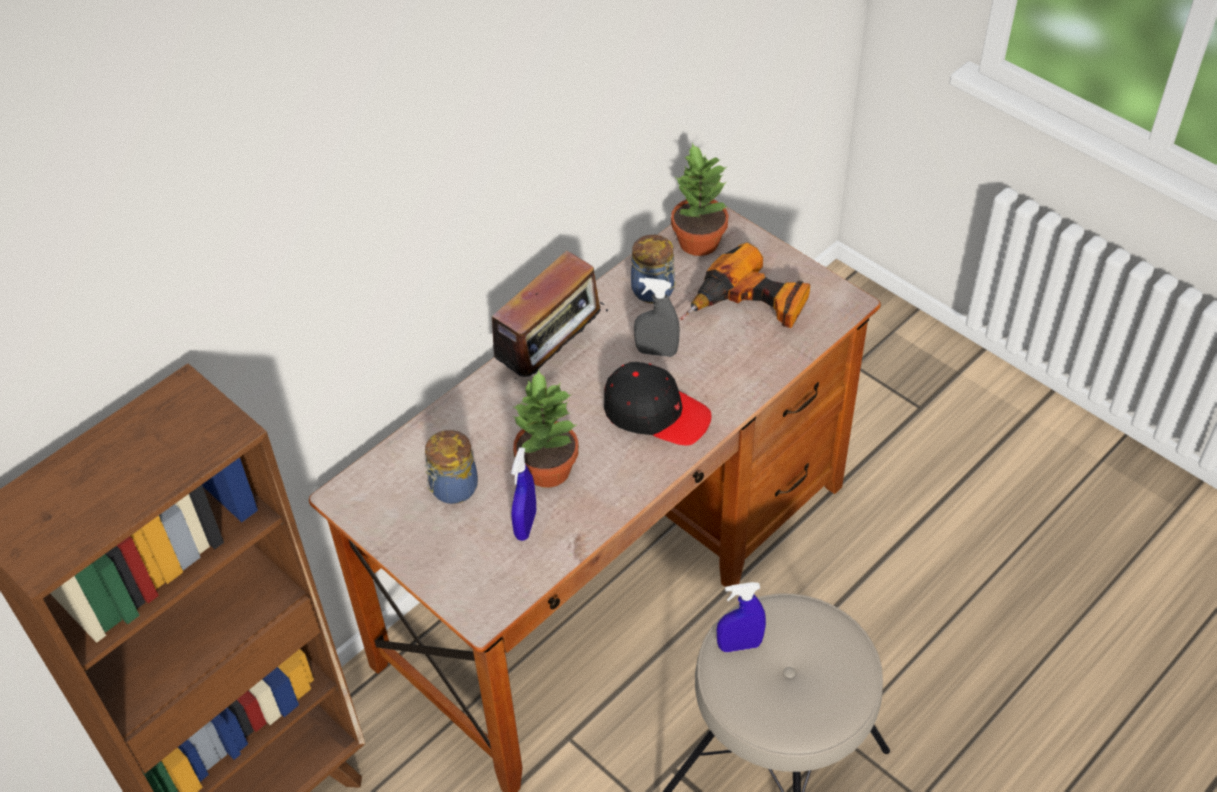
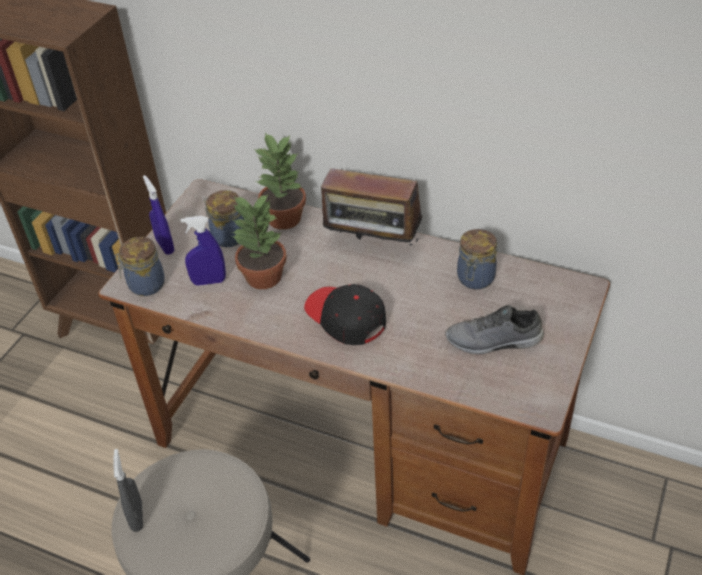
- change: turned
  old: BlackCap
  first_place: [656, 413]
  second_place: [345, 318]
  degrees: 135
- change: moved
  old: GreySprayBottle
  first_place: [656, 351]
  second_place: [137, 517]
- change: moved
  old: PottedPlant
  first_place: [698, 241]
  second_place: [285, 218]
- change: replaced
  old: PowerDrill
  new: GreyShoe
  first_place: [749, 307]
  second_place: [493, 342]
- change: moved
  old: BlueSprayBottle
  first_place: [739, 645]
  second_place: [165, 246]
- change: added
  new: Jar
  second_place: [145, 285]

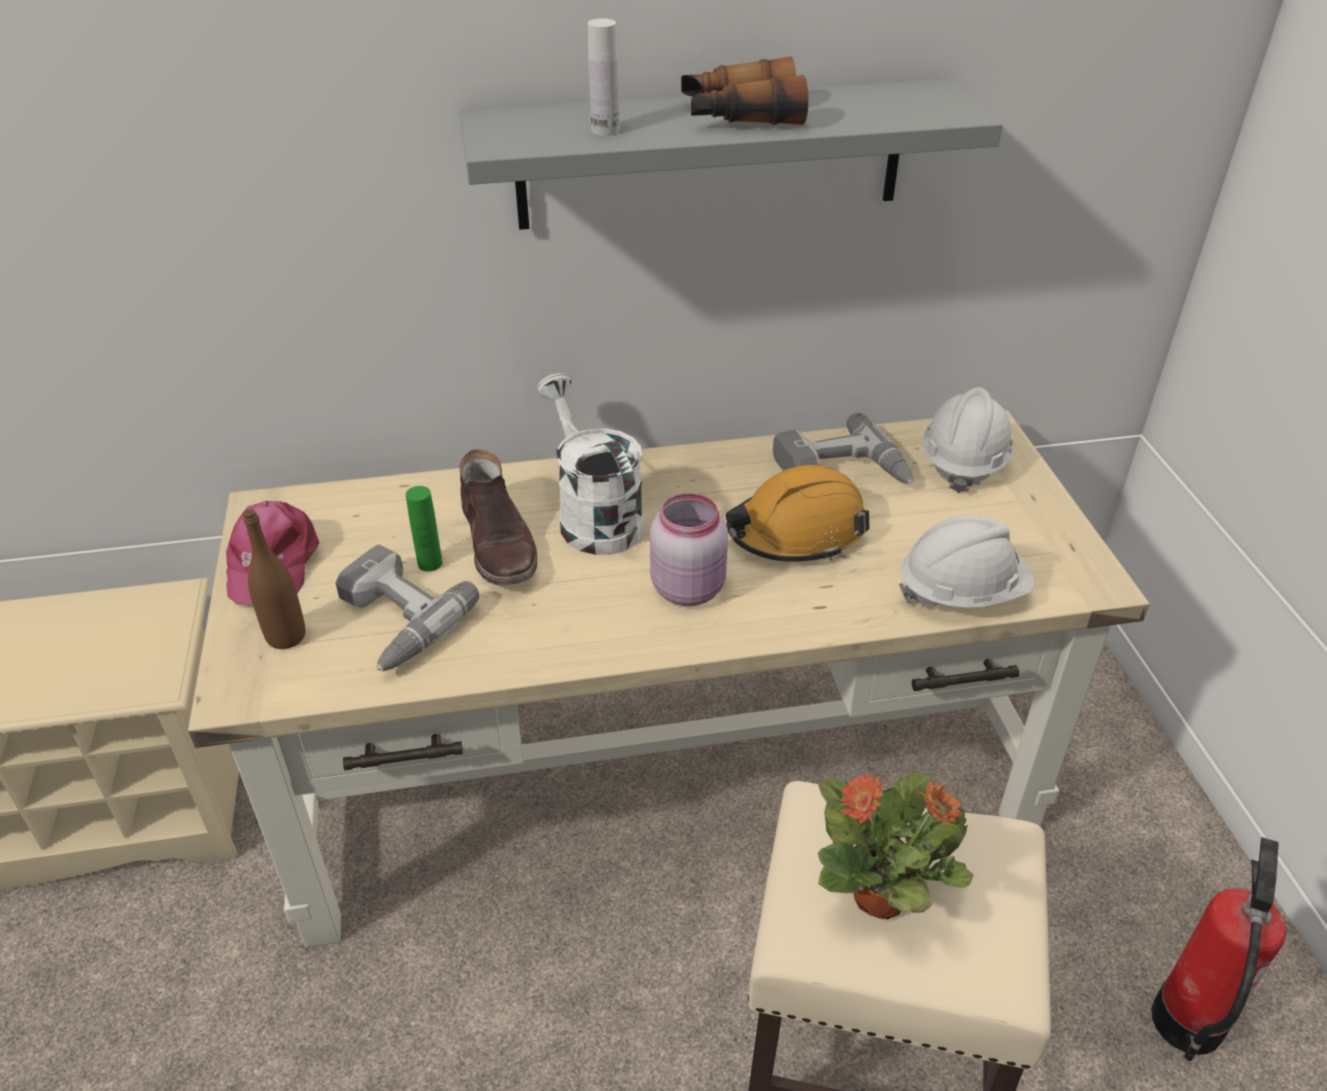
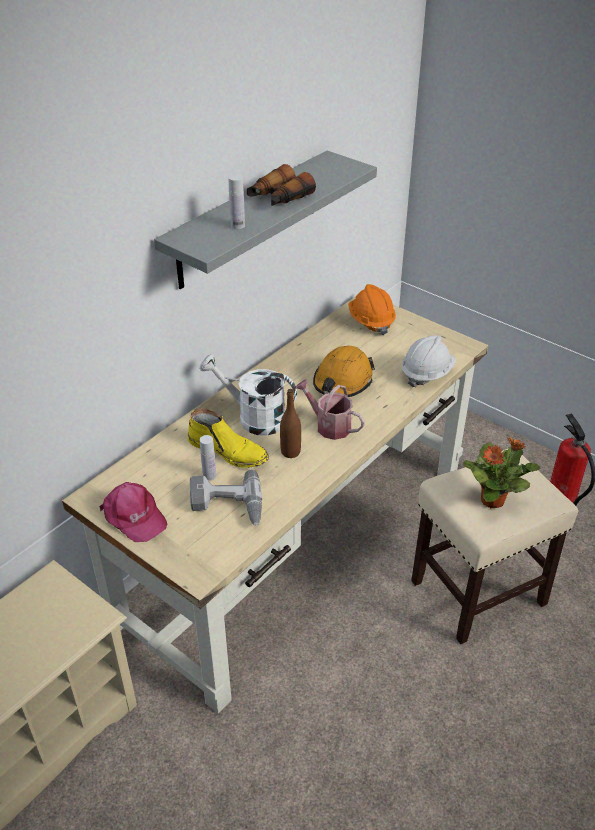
- change: moved
  old: BrownBottle
  first_place: [286, 636]
  second_place: [290, 452]
- change: recoloured
  old: GreenBottle
  new: WhiteBottle
  first_place: [430, 563]
  second_place: [209, 475]
- change: recoloured
  old: BrownBoot
  new: YellowBoot
  first_place: [499, 543]
  second_place: [229, 451]
- change: replaced
  old: PinkJar
  new: WateringCan
  first_place: [689, 587]
  second_place: [329, 425]
- change: removed
  old: PowerDrill
  first_place: [842, 471]
- change: recoloured
  old: WhiteHardHat
  new: OrangeHardHat
  first_place: [963, 462]
  second_place: [371, 321]

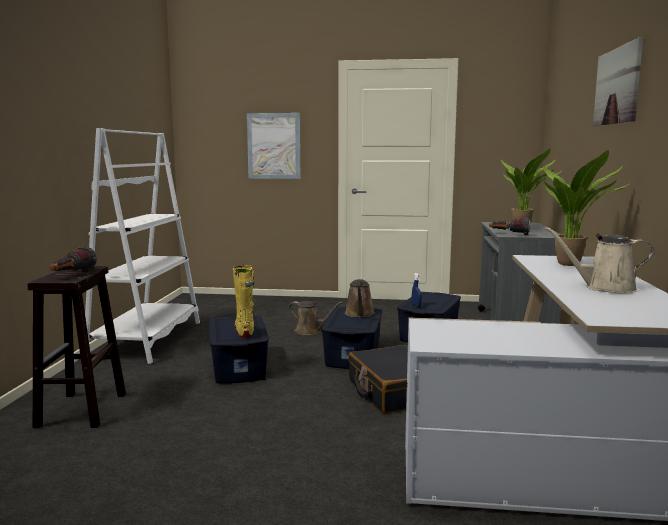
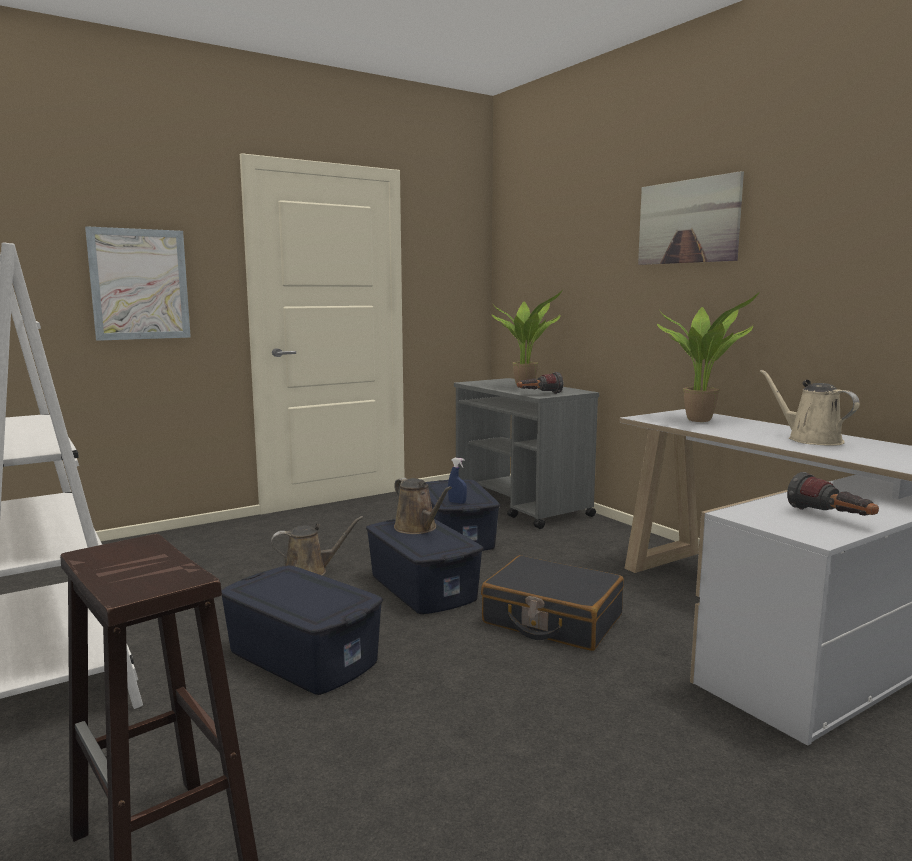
- change: moved
  old: Flashlight
  first_place: [71, 274]
  second_place: [831, 518]
- change: removed
  old: YellowBoot
  first_place: [244, 332]
- change: turned
  old: BeigeWateringCan
  first_place: [604, 288]
  second_place: [810, 440]
  degrees: 90

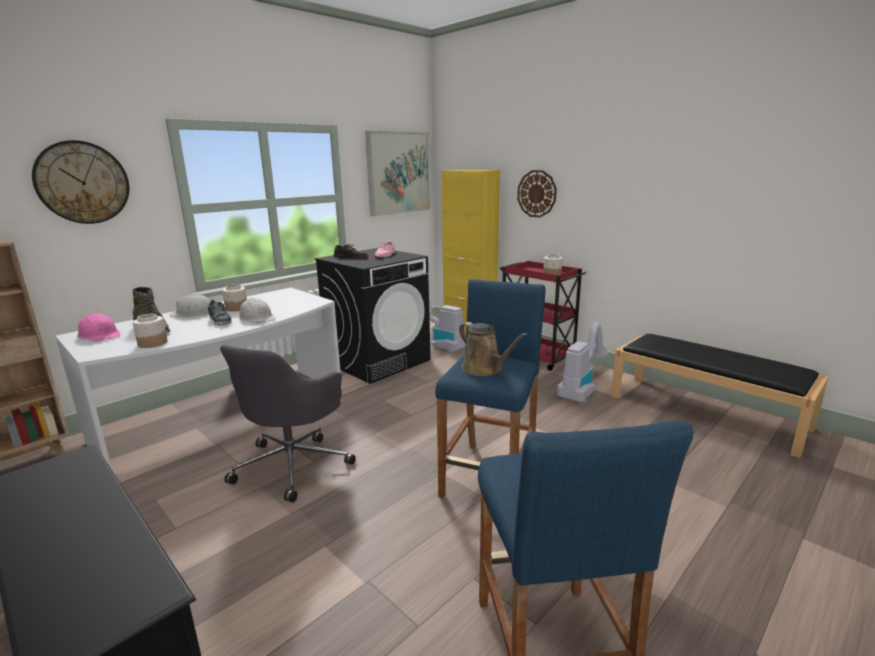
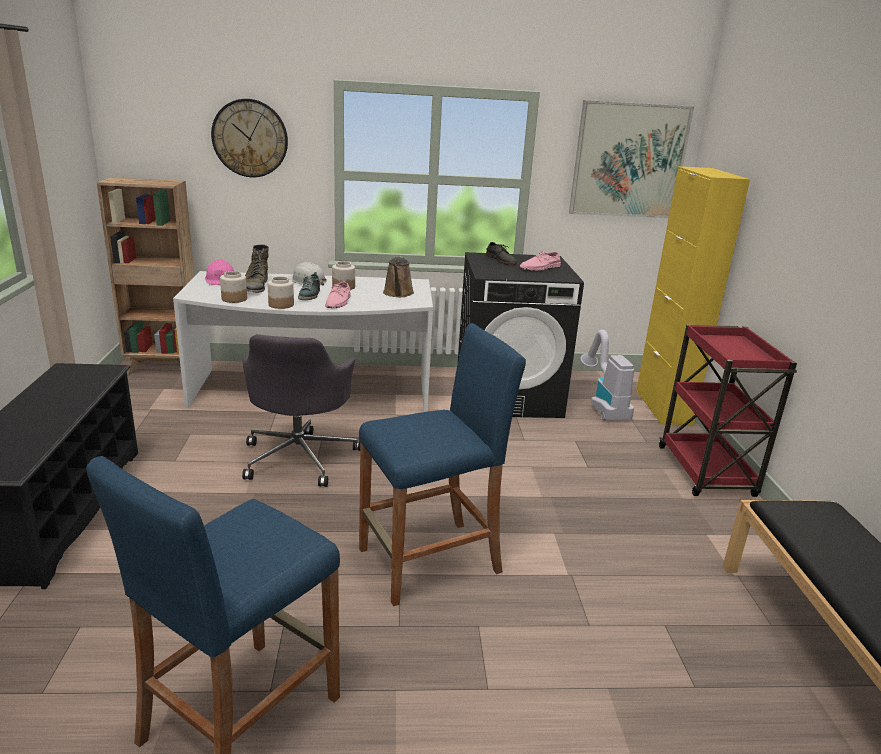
- change: turned
  old: GreyOfficeChair
  first_place: [293, 464]
  second_place: [300, 456]
  degrees: -60
- change: replaced
  old: WhiteHardHat
  new: PinkShoe
  first_place: [257, 318]
  second_place: [338, 302]
- change: moved
  old: BrownWateringCan
  first_place: [485, 369]
  second_place: [398, 293]
- change: removed
  old: WallClock
  first_place: [536, 193]
- change: moved
  old: Jar
  first_place: [552, 274]
  second_place: [281, 305]
- change: removed
  old: VacuumCleaner
  first_place: [581, 388]

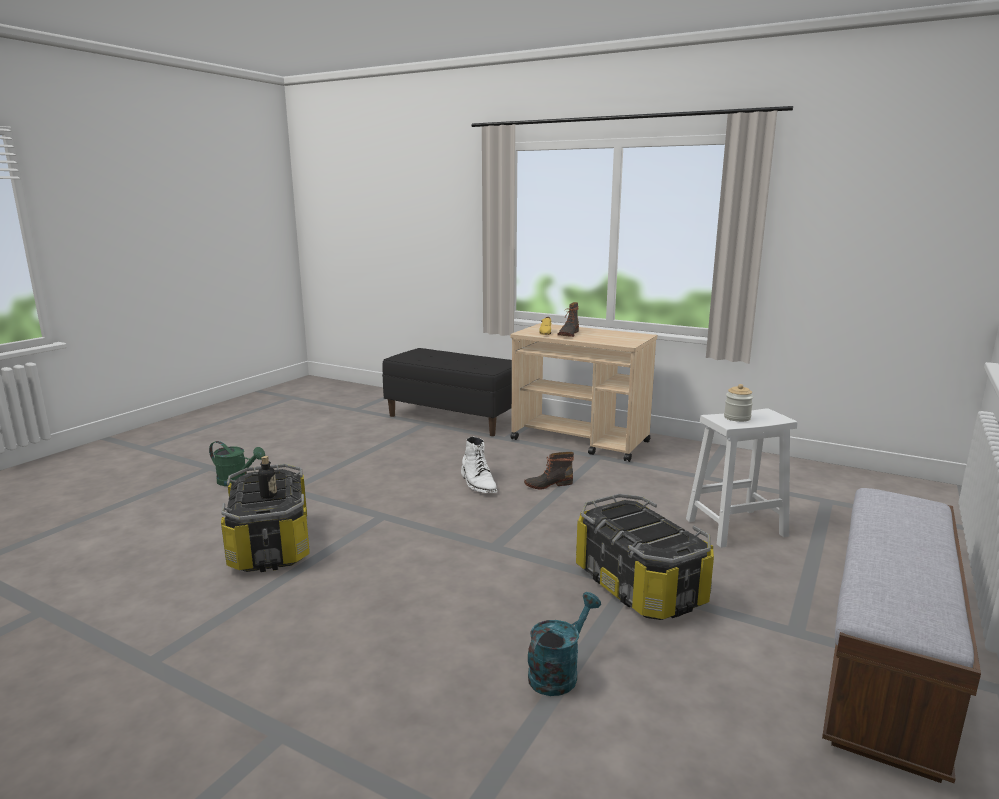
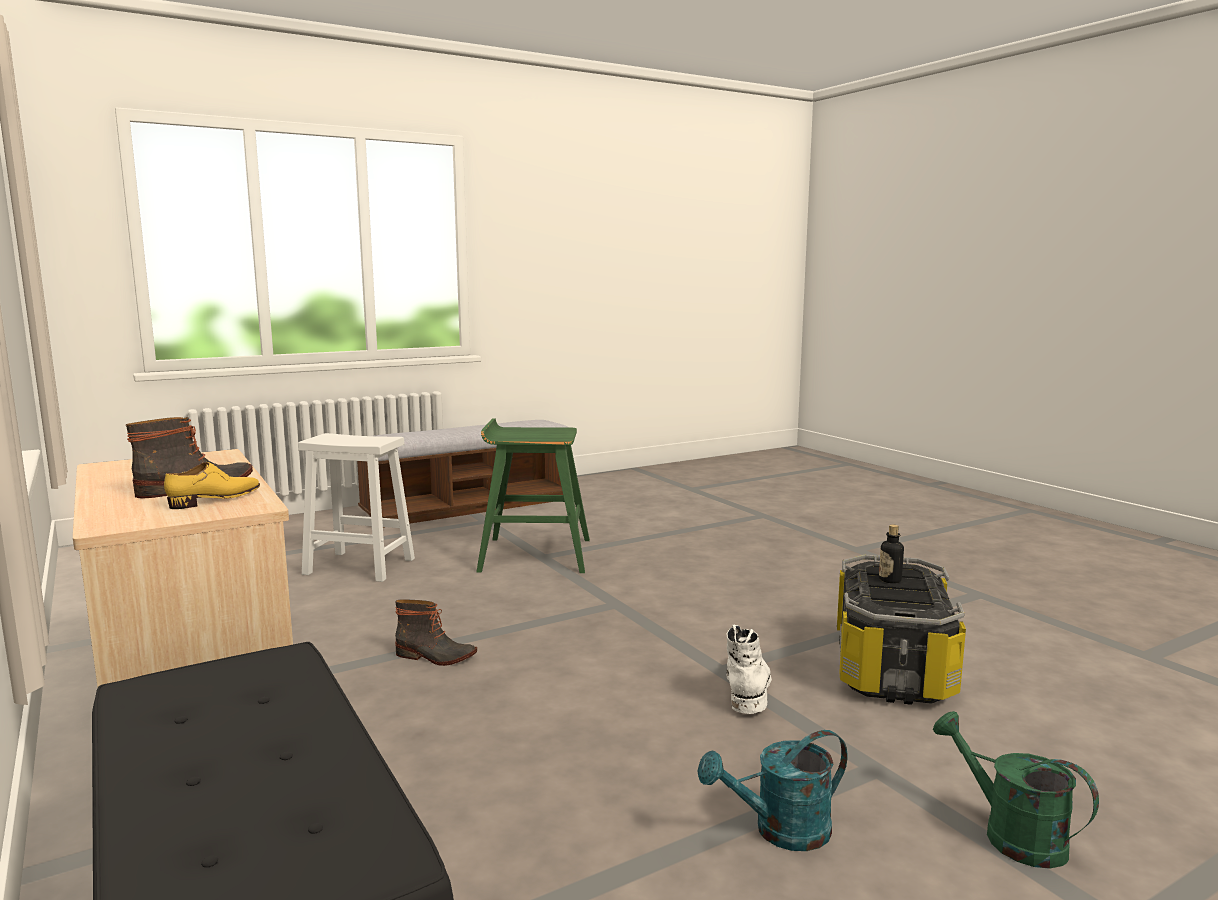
- change: moved
  old: WhiteBoot
  first_place: [478, 483]
  second_place: [747, 687]
- change: moved
  old: TurquoiseWateringCan
  first_place: [558, 672]
  second_place: [780, 831]
- change: replaced
  old: StorageBox
  new: GreenStool
  first_place: [640, 585]
  second_place: [534, 555]
- change: removed
  old: Jar
  first_place: [737, 418]

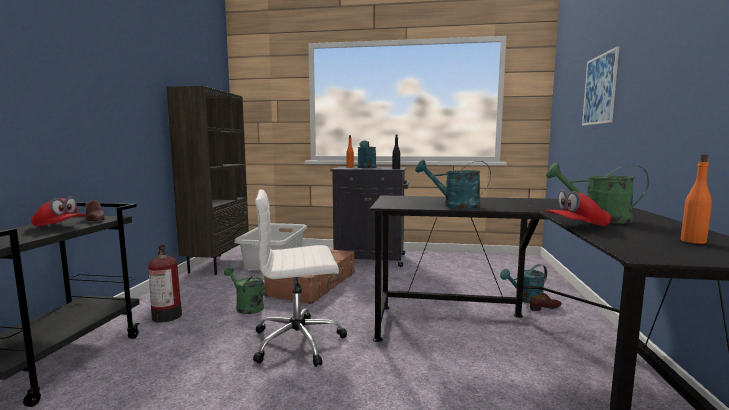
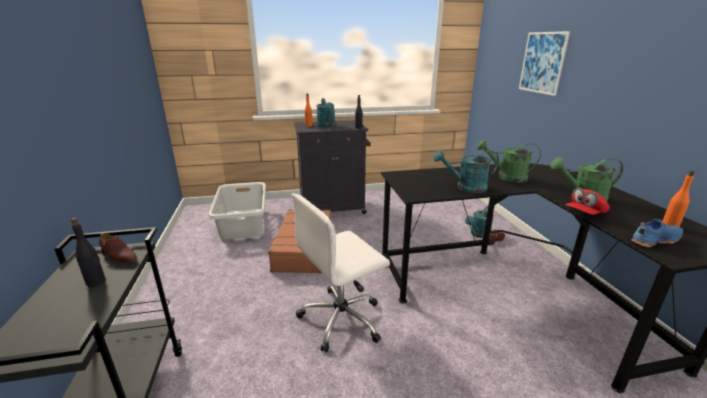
- change: replaced
  old: RedCap
  new: BlackBottle
  first_place: [60, 226]
  second_place: [96, 282]
- change: removed
  old: FireExtinguisher
  first_place: [166, 315]
- change: removed
  old: BrownBookcase
  first_place: [217, 264]
- change: moved
  old: GreenWateringCan
  first_place: [246, 307]
  second_place: [506, 177]
- change: added
  new: BlueShoe
  second_place: [653, 240]

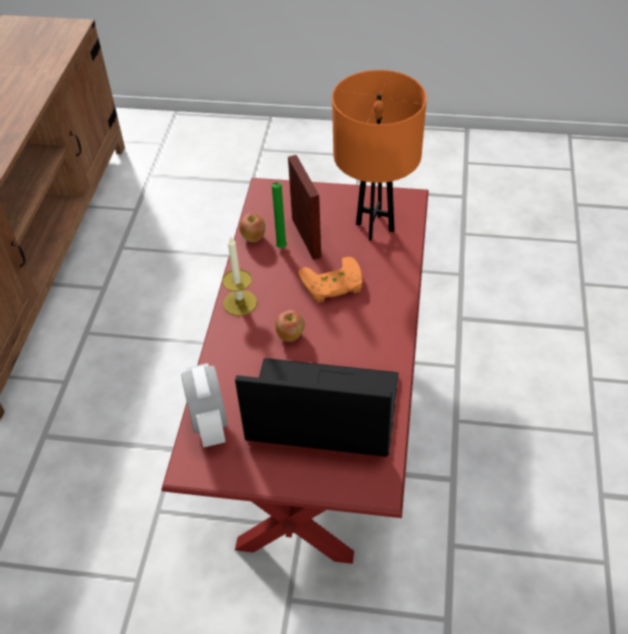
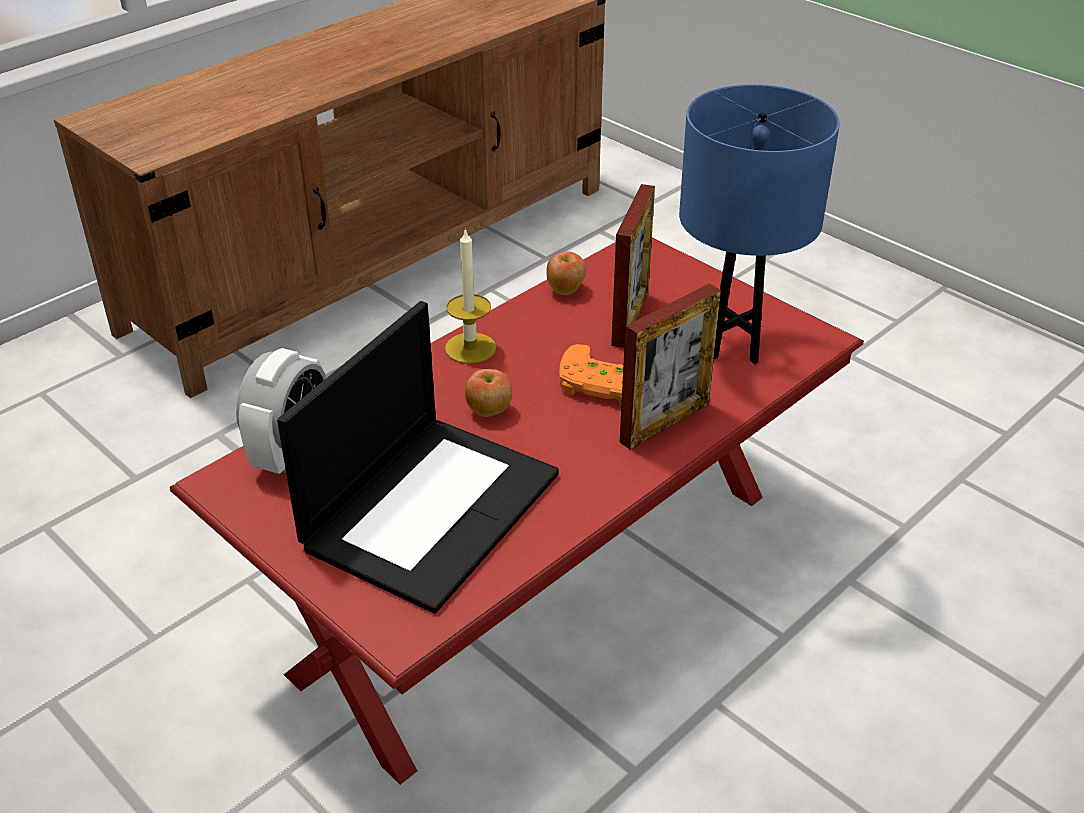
- change: turned
  old: Laptop
  first_place: [321, 410]
  second_place: [431, 508]
  degrees: 75
- change: removed
  old: GreenCandle
  first_place: [280, 249]
- change: recoloured
  old: OrangeTableLamp
  new: BlueTableLamp
  first_place: [374, 227]
  second_place: [734, 347]
- change: added
  new: PictureFrame
  second_place: [664, 423]

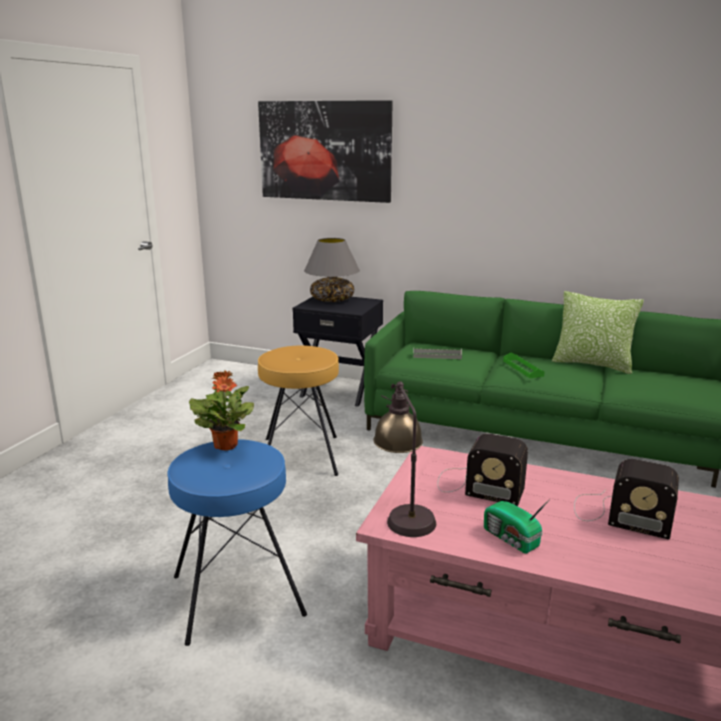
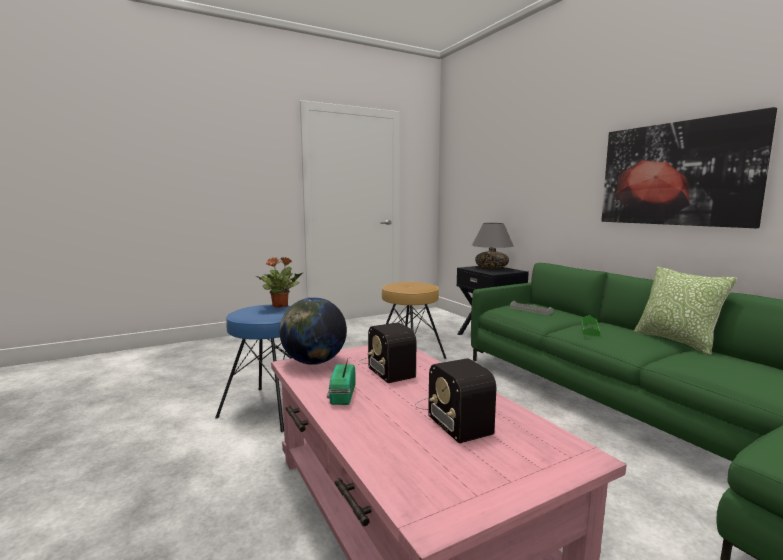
- change: moved
  old: Picture
  first_place: [325, 151]
  second_place: [676, 174]
- change: replaced
  old: TableLamp
  new: Globe
  first_place: [403, 512]
  second_place: [314, 362]

